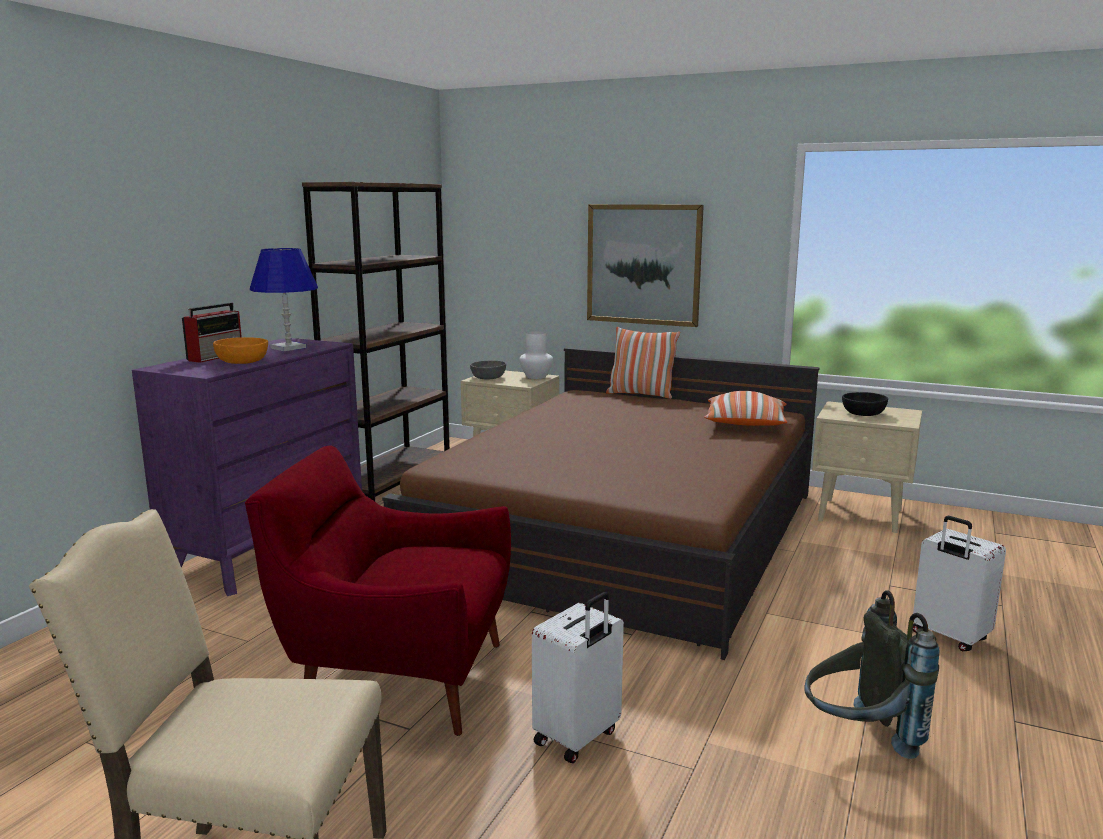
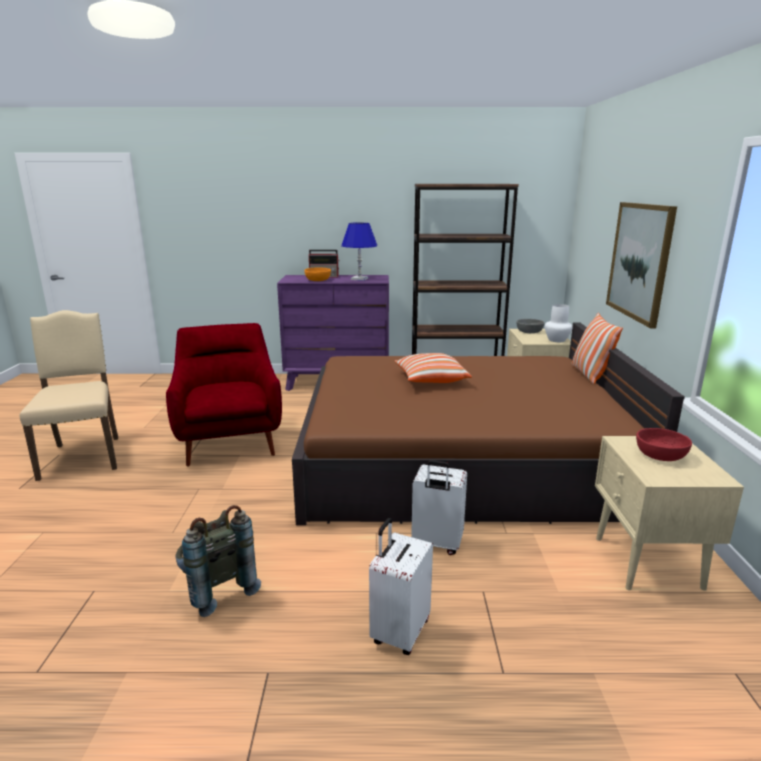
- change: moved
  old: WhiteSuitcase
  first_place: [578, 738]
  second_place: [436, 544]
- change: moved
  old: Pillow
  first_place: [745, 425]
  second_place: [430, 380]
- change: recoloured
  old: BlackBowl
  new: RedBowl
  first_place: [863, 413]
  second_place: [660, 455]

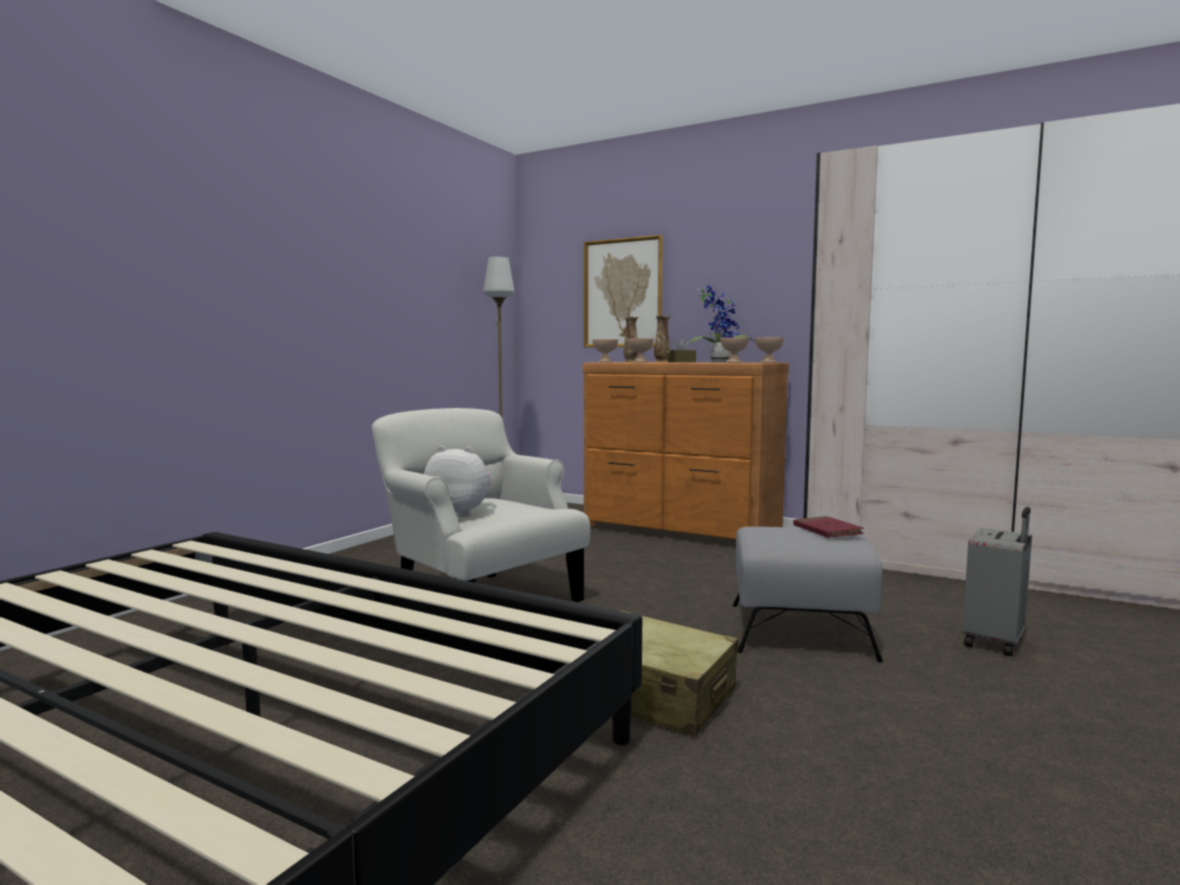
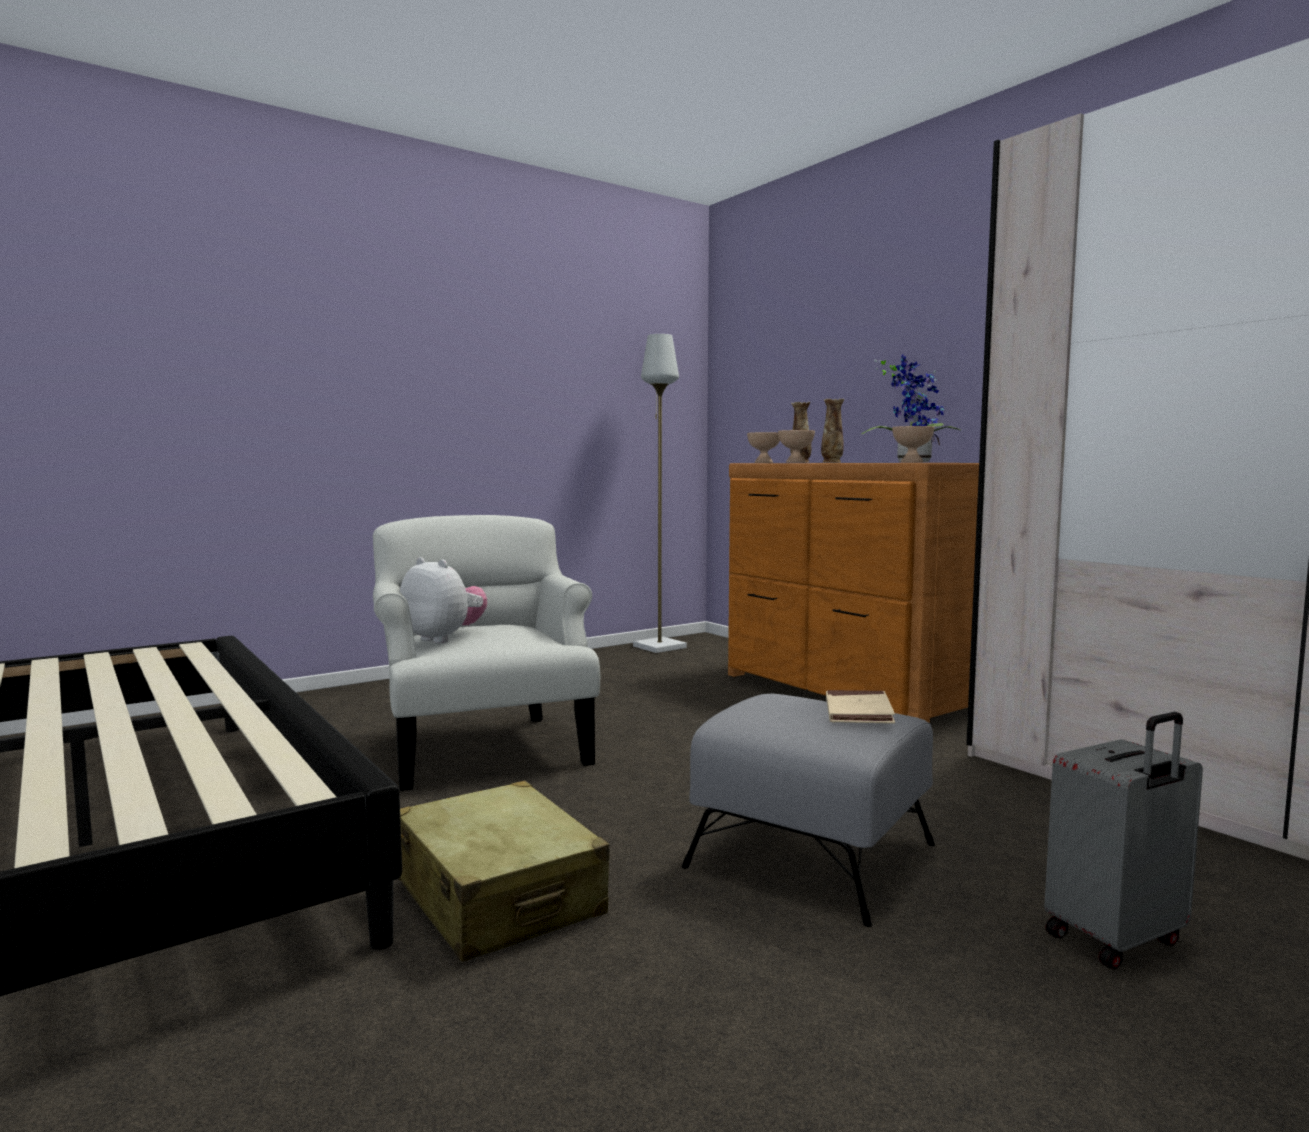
- change: removed
  old: Picture
  first_place: [623, 293]
- change: removed
  old: BrownTissueBox
  first_place: [680, 362]
- change: removed
  old: BeigeBowl
  first_place: [769, 362]
- change: recoloured
  old: RedBook
  new: BeigeBook
  first_place: [827, 531]
  second_place: [858, 712]

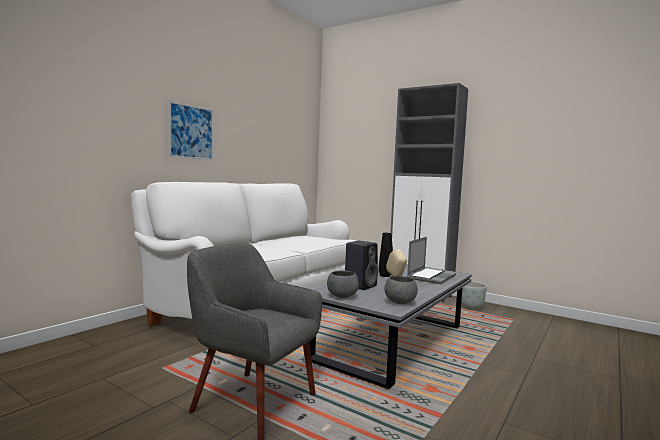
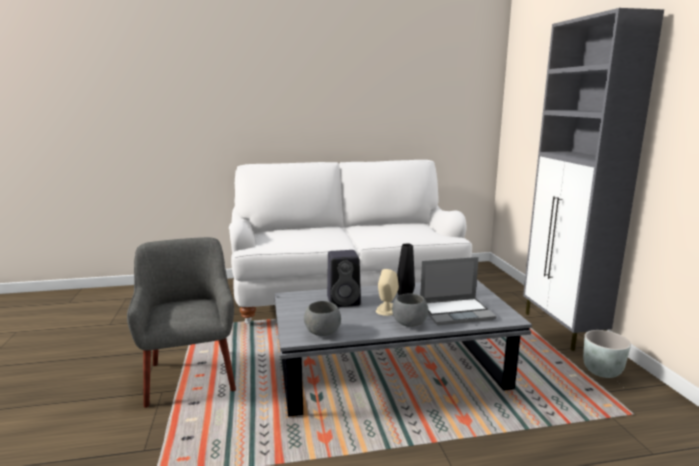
- change: removed
  old: Picture
  first_place: [191, 132]
- change: moved
  old: GreyBowl
  first_place: [342, 296]
  second_place: [410, 324]

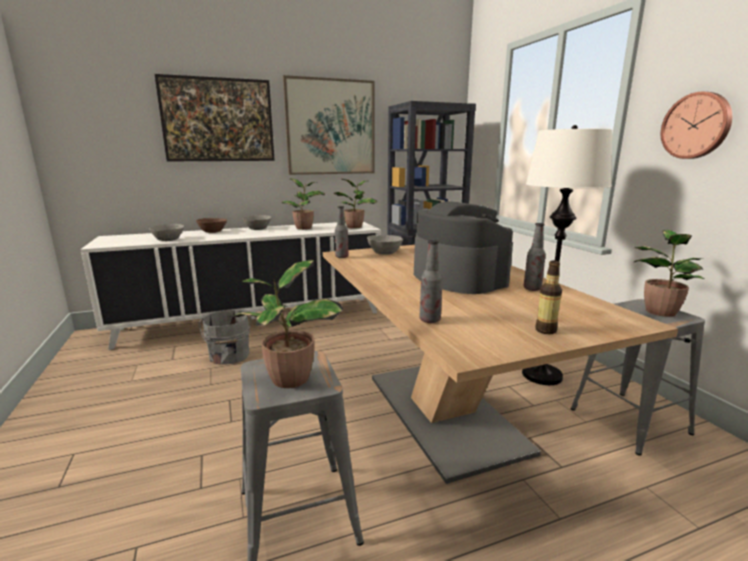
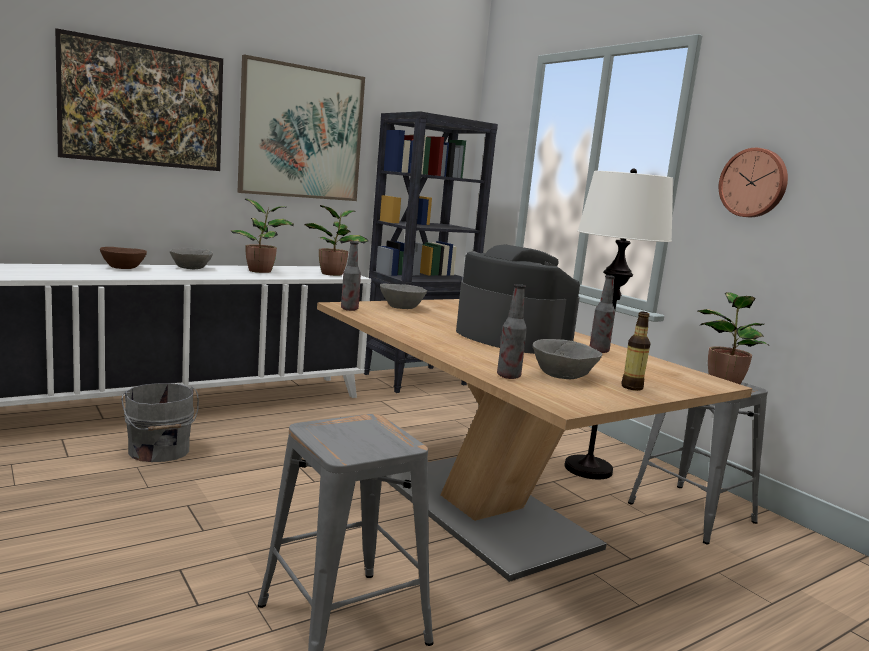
- change: moved
  old: GreyBowl
  first_place: [168, 240]
  second_place: [562, 376]
- change: removed
  old: PottedPlant
  first_place: [288, 380]

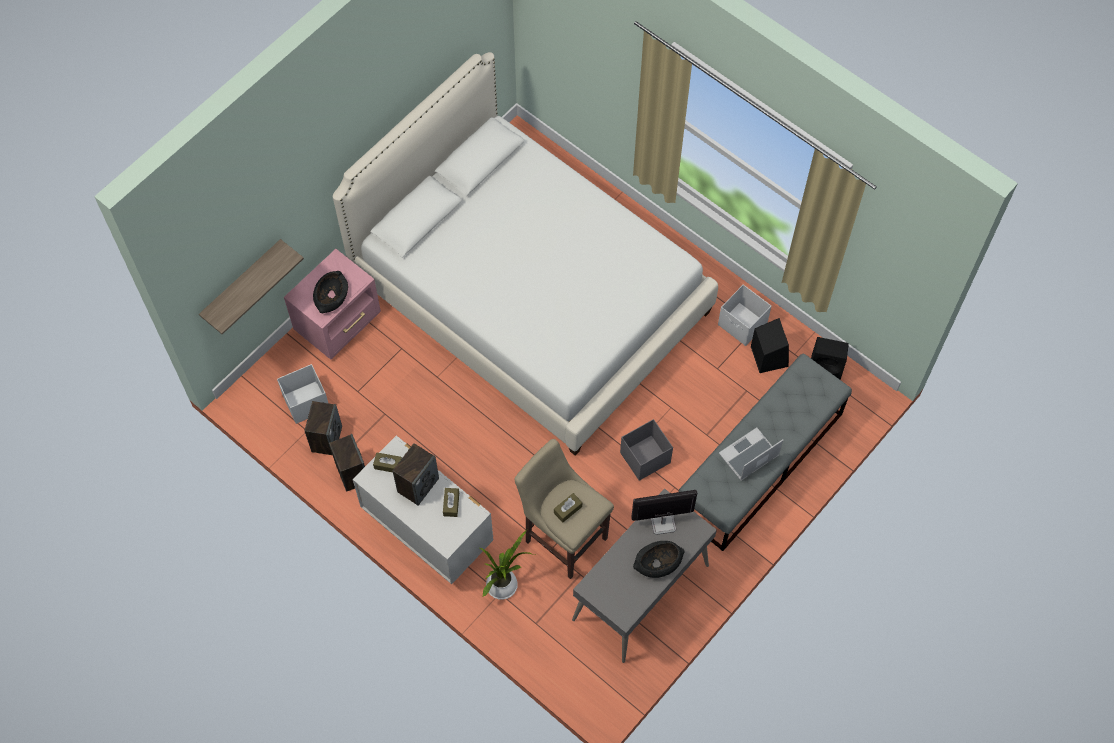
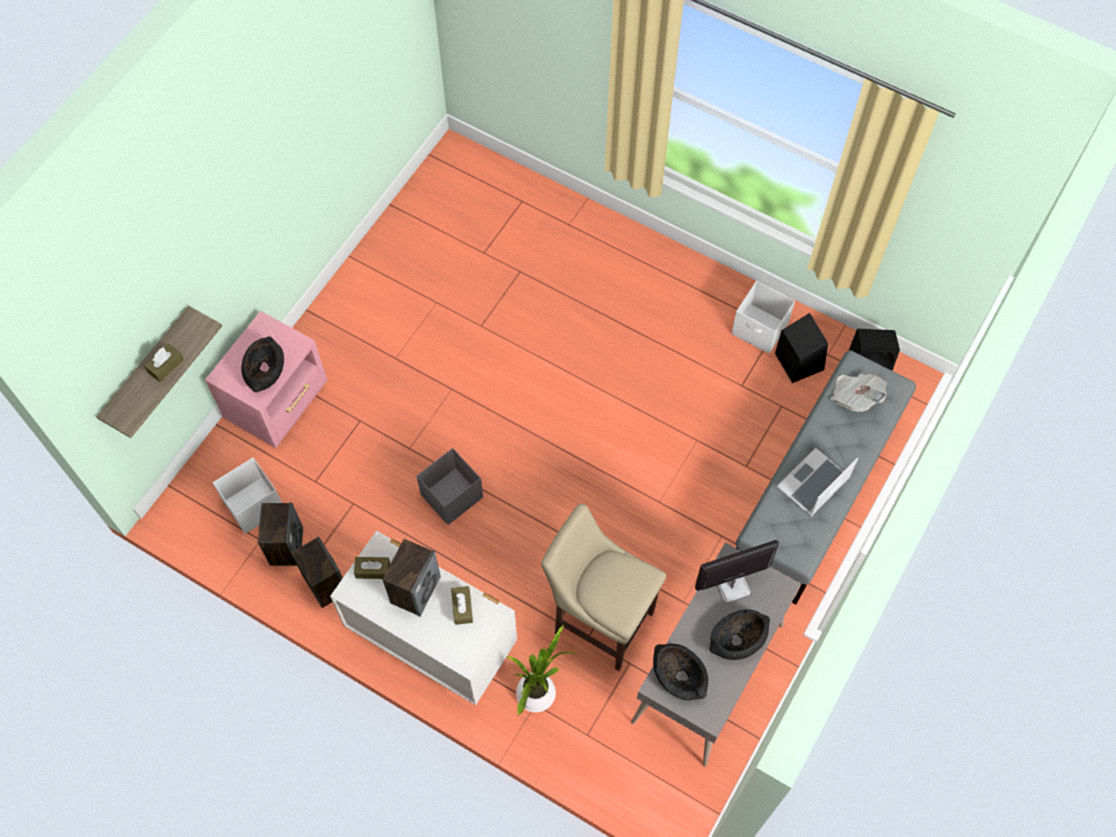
- change: removed
  old: WhiteBed
  first_place: [531, 295]
- change: moved
  old: BrownTissueBox
  first_place: [568, 509]
  second_place: [166, 366]
- change: moved
  old: GreyStorageBox
  first_place: [644, 458]
  second_place: [451, 496]
- change: added
  new: BlackBowl
  second_place: [679, 675]
- change: added
  new: Newspaper
  second_place: [855, 396]

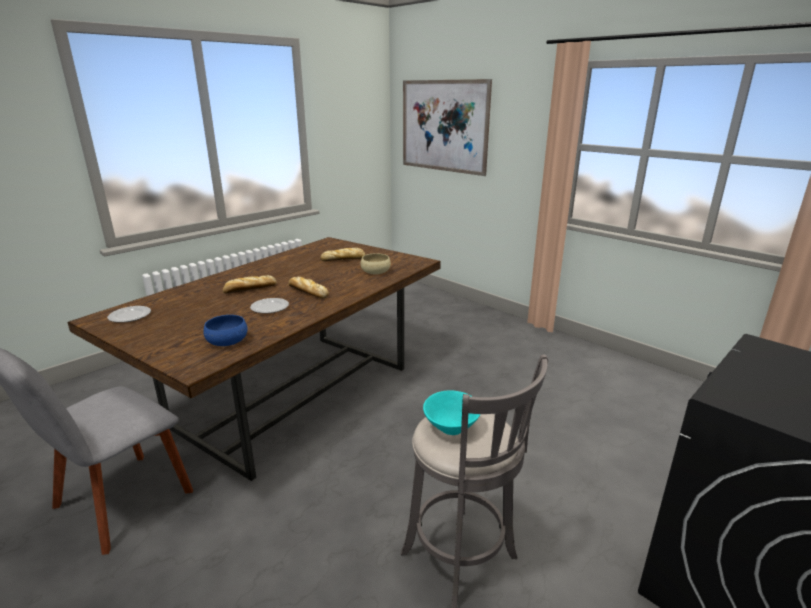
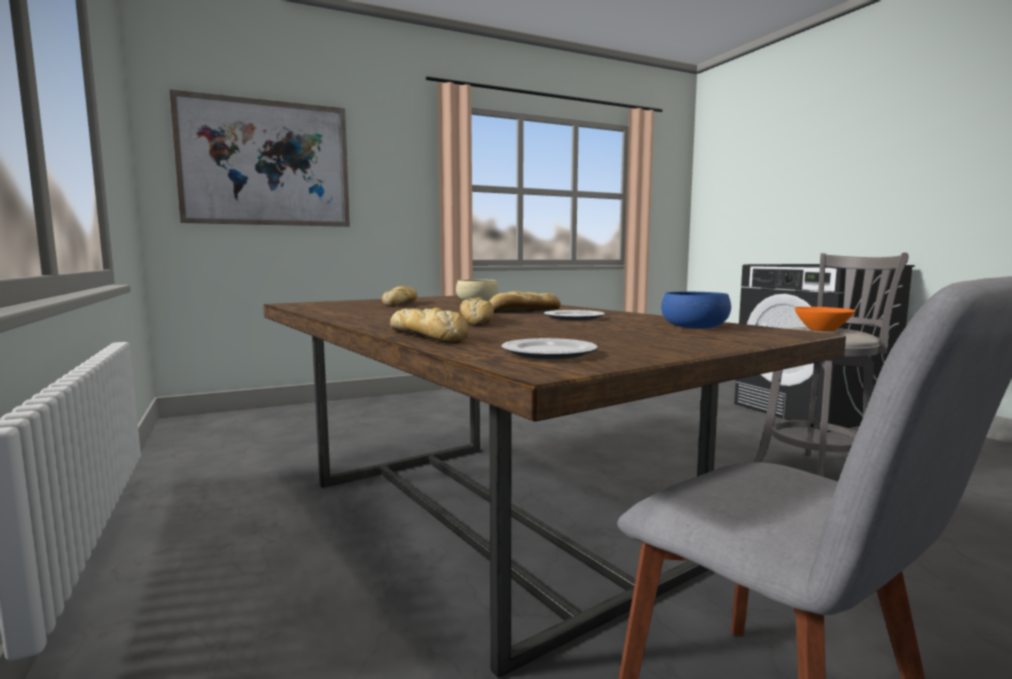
- change: recoloured
  old: TurquoiseBowl
  new: OrangeBowl
  first_place: [451, 428]
  second_place: [822, 330]
- change: added
  new: Bread
  second_place: [428, 337]

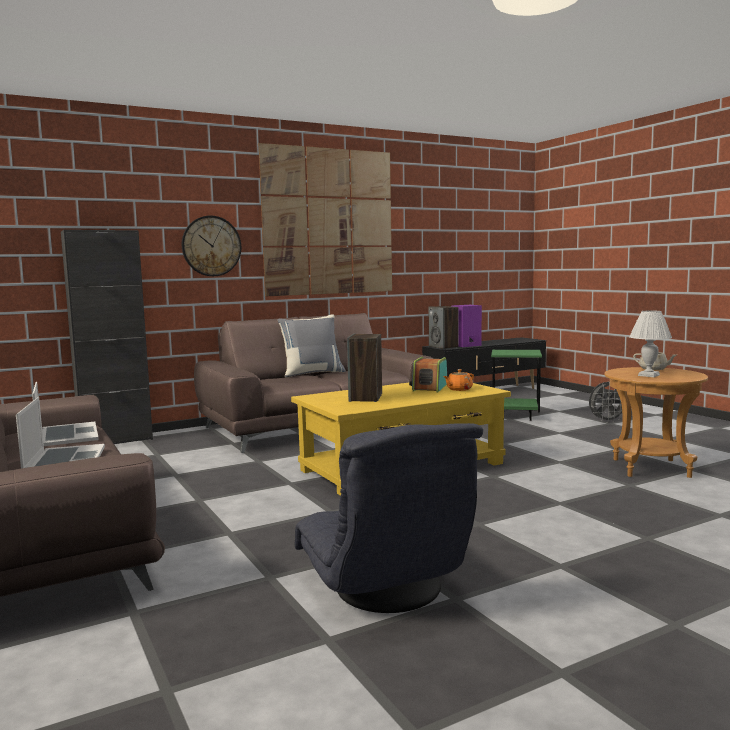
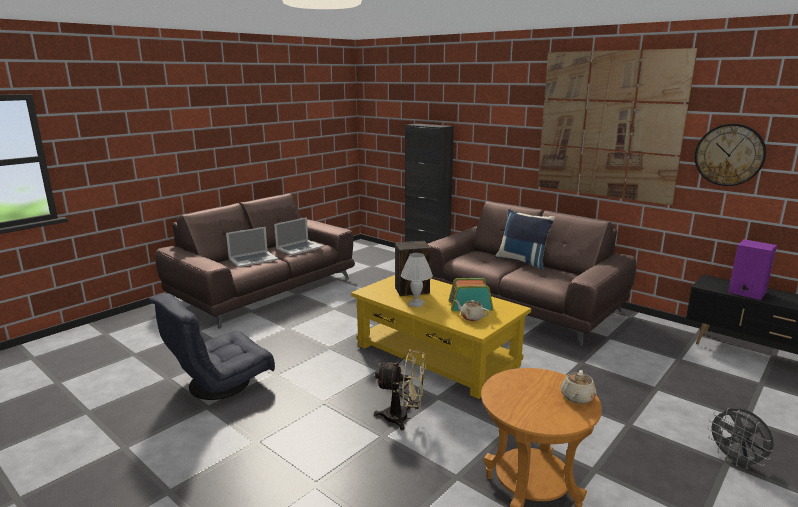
- change: moved
  old: WallClock
  first_place: [211, 246]
  second_place: [729, 155]
- change: recoloured
  old: GreyPillow
  new: BluePillow
  first_place: [312, 373]
  second_place: [523, 261]
- change: removed
  old: Speaker
  first_place: [443, 347]
- change: recoloured
  old: OrangeTeapot
  new: BeigeTeapot
  first_place: [459, 389]
  second_place: [471, 317]
- change: removed
  old: GreenSideTable
  first_place: [515, 417]
- change: moved
  old: WhiteTableLamp
  first_place: [648, 375]
  second_place: [416, 303]
- change: added
  new: BeigeFan
  second_place: [402, 418]

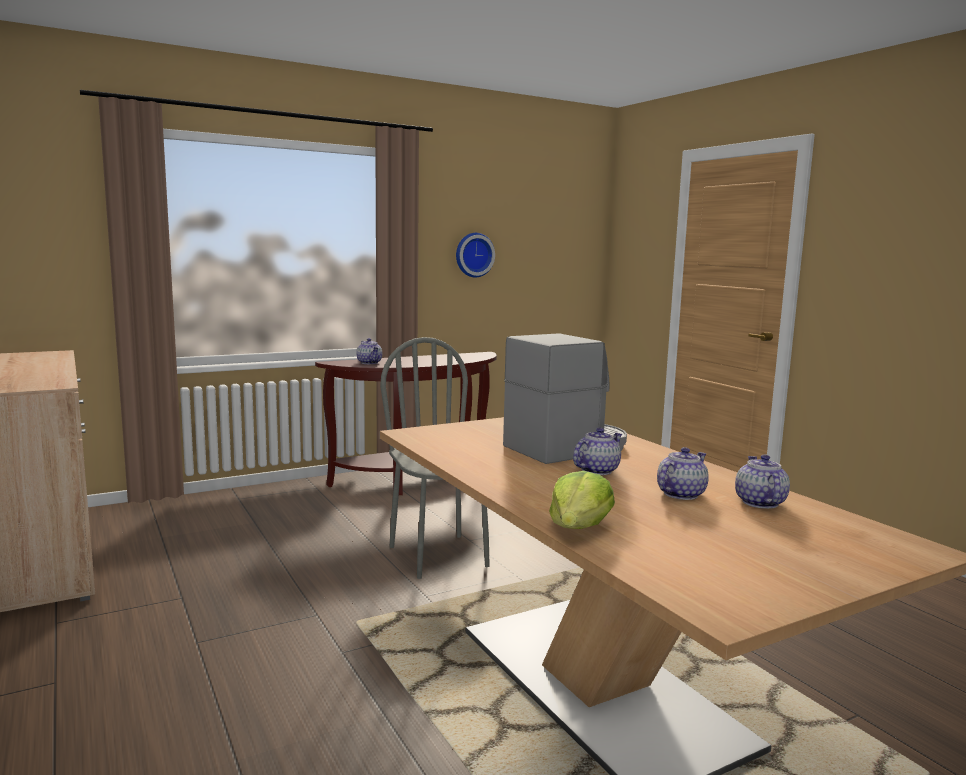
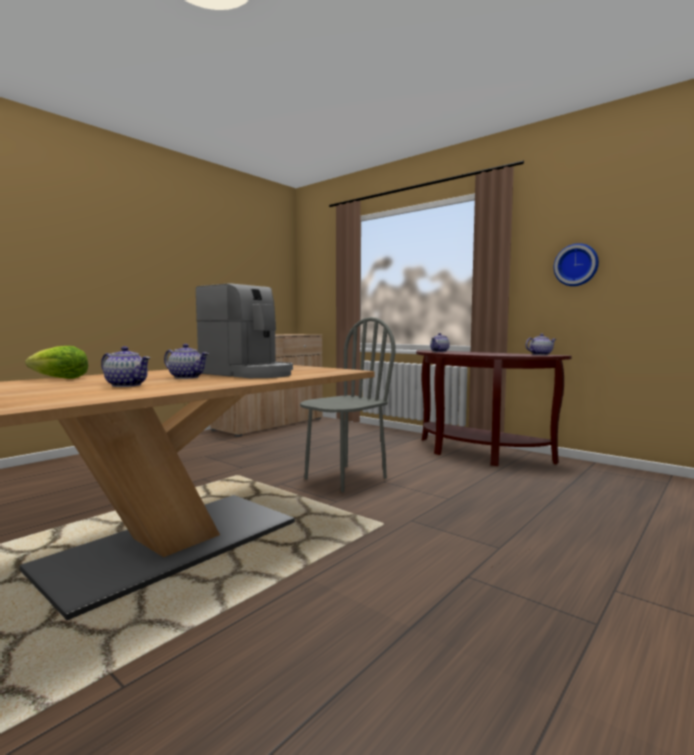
- change: moved
  old: Teapot
  first_place: [759, 502]
  second_place: [540, 354]

